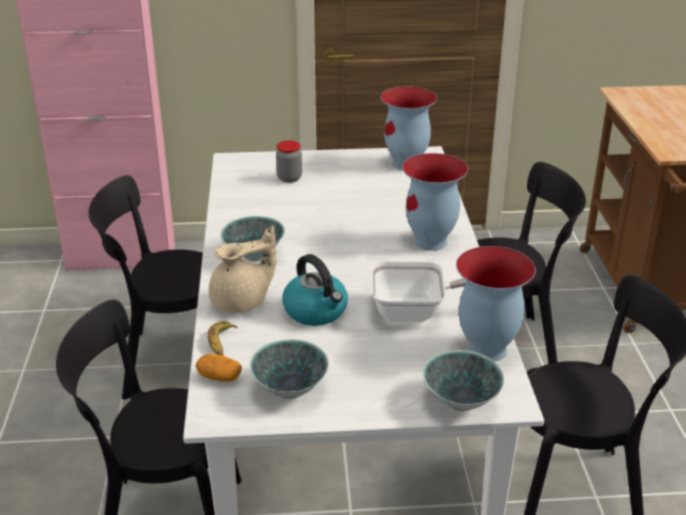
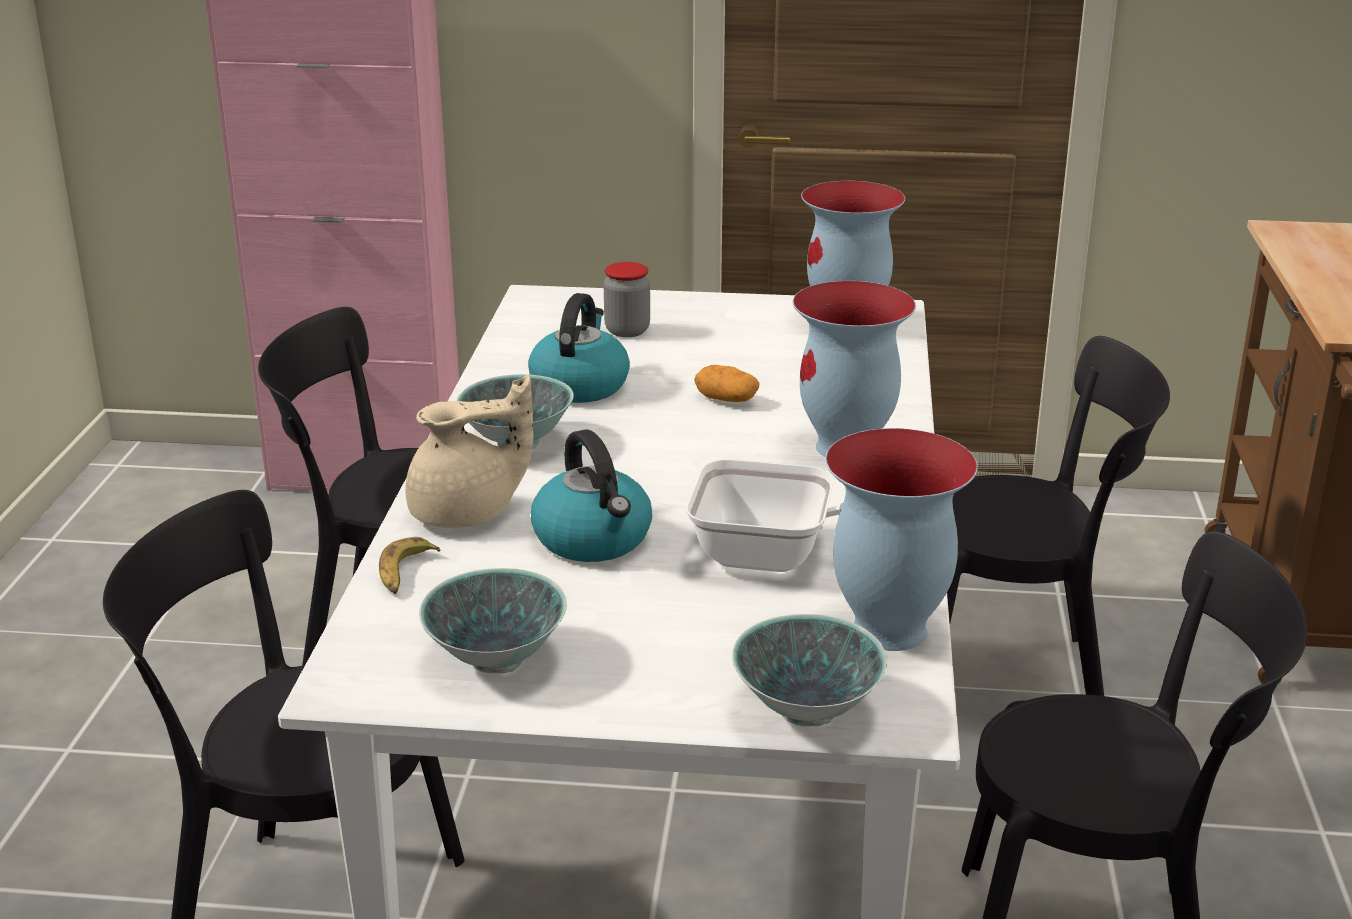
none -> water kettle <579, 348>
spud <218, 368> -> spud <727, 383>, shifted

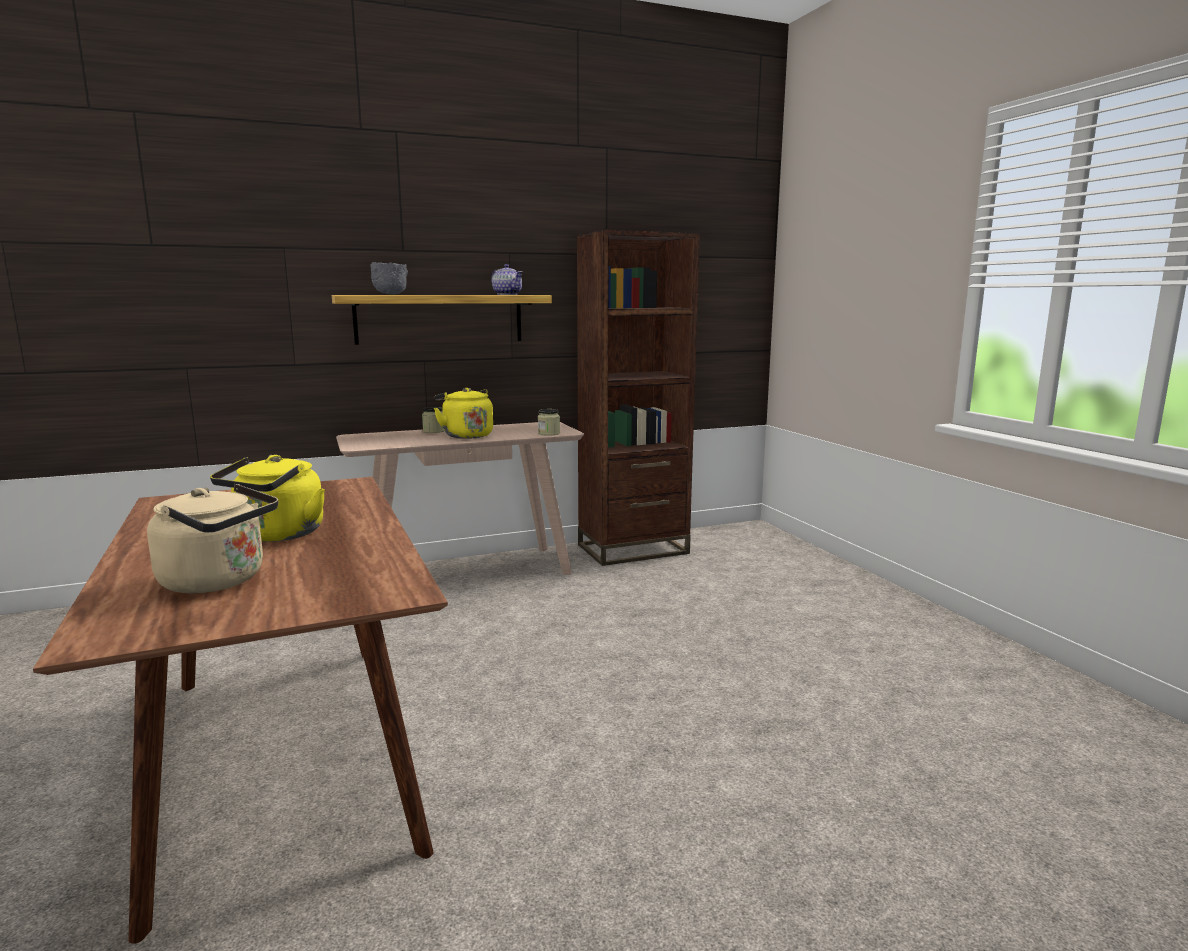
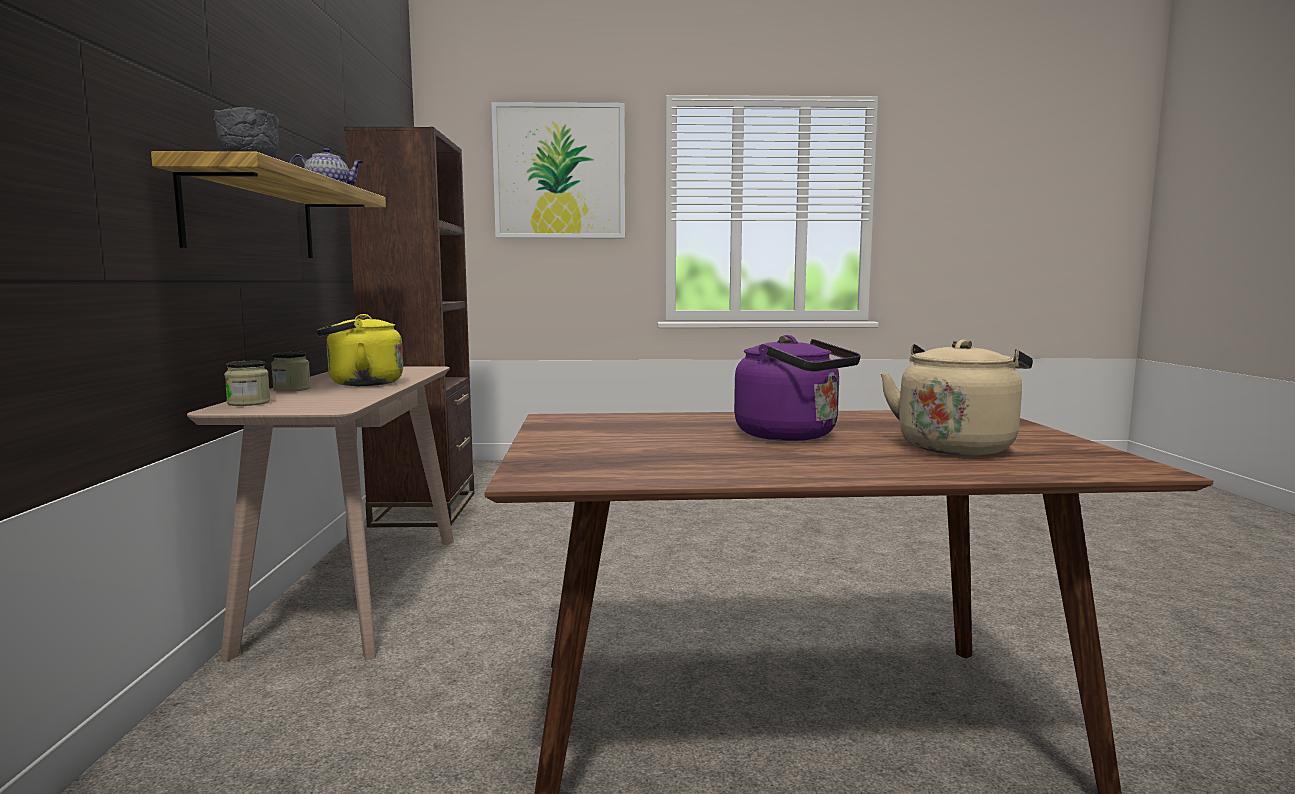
none -> wall art <558, 170>
preserve jar <549, 422> -> preserve jar <247, 383>, shifted
yellowish water kettle <267, 498> -> purple-coloured water kettle <797, 388>

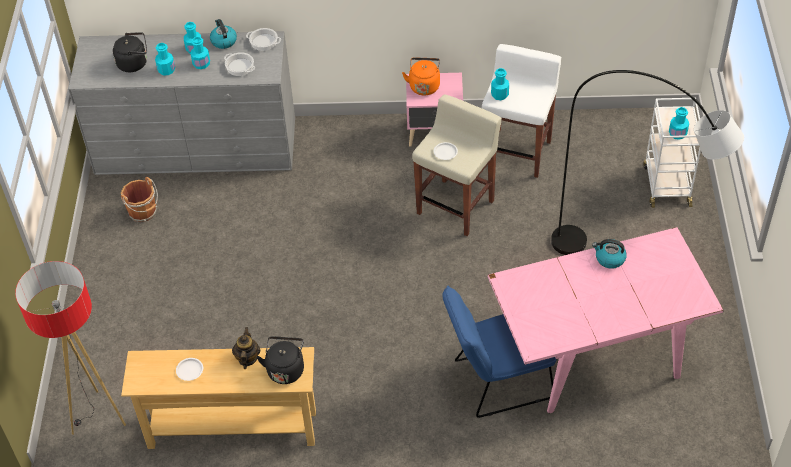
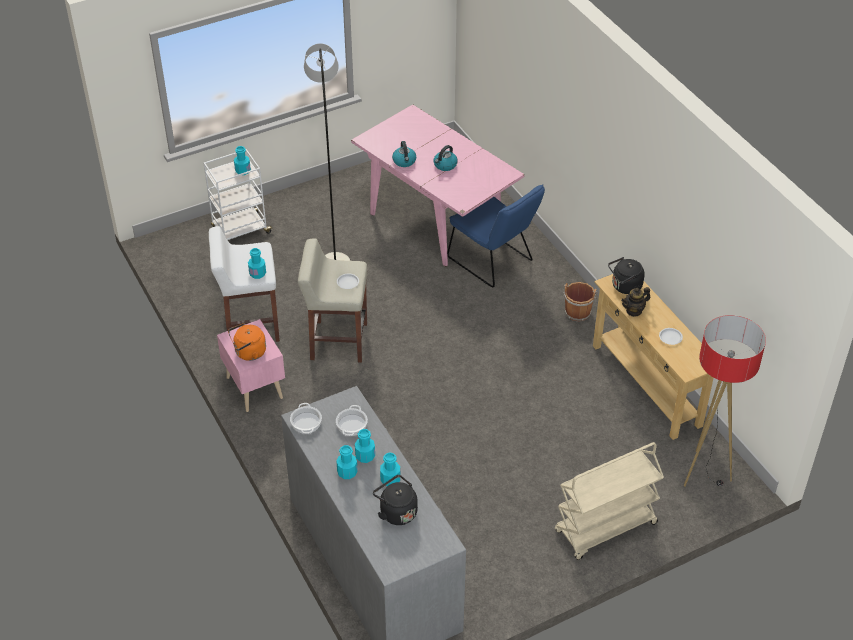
none -> beige-coloured wheeled cart <609, 501>
brown bucket <139, 199> -> brown bucket <580, 302>, shifted
water kettle <223, 34> -> water kettle <446, 158>, shifted

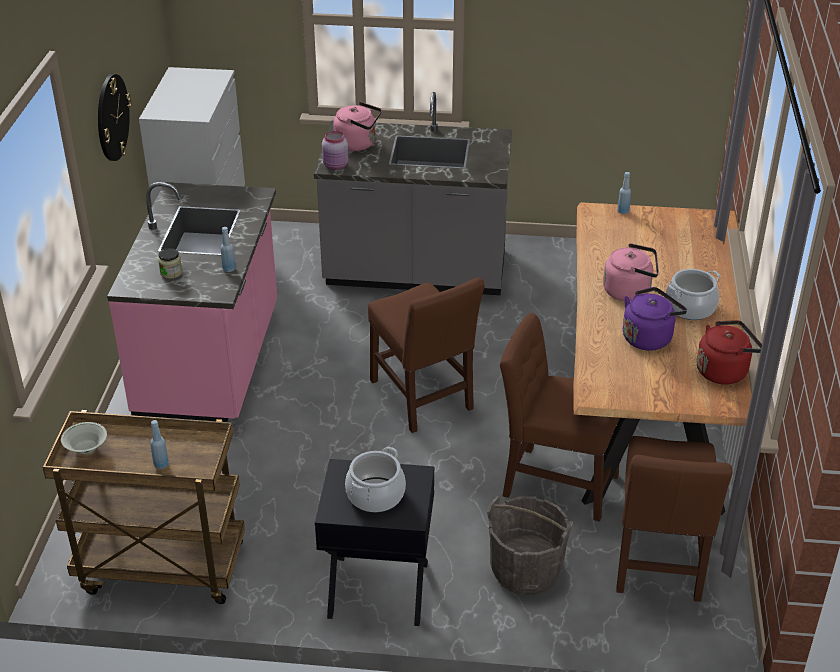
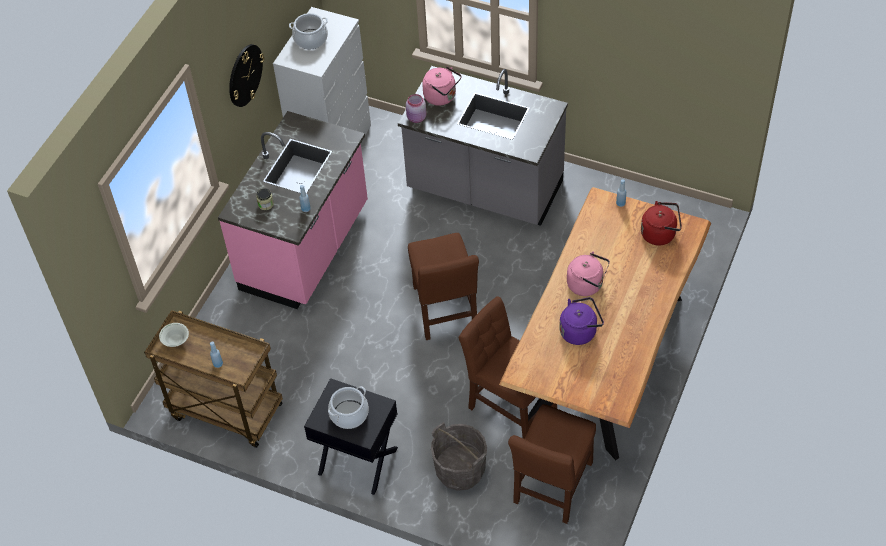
cooking pot <693, 294> -> cooking pot <308, 31>, shifted
reddish water kettle <729, 352> -> reddish water kettle <661, 223>, shifted

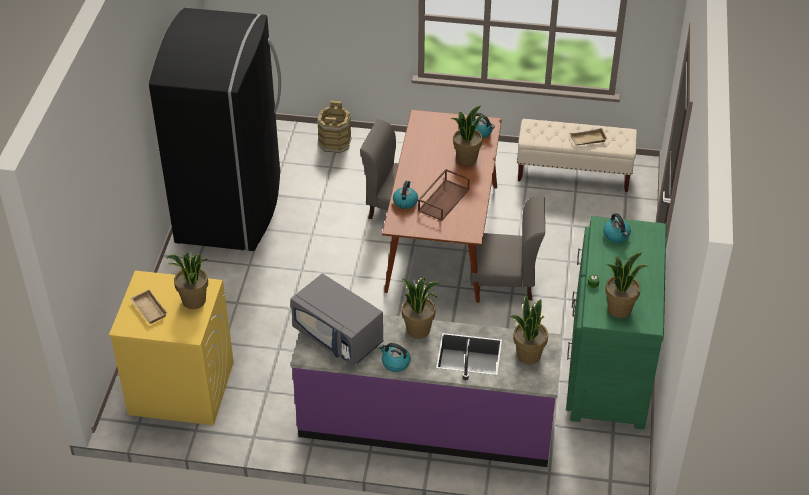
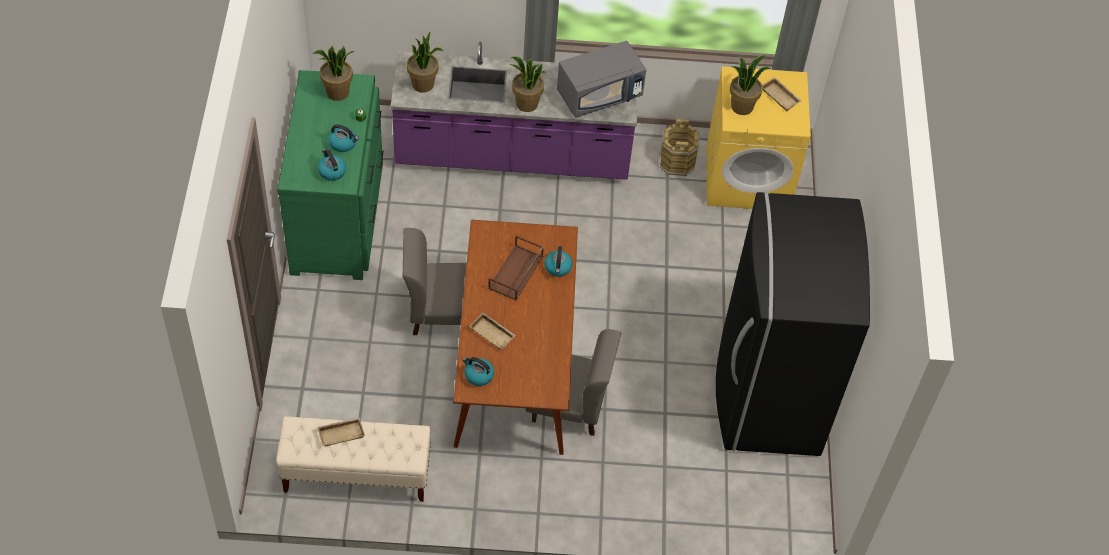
brown bucket <334, 127> -> brown bucket <679, 147>, shifted
water kettle <395, 357> -> water kettle <343, 138>, shifted
potted plant <469, 135> -> beige-coloured carrying tray <493, 331>
gray microwave oven <337, 319> -> gray microwave oven <601, 79>, 120 degrees clockwise

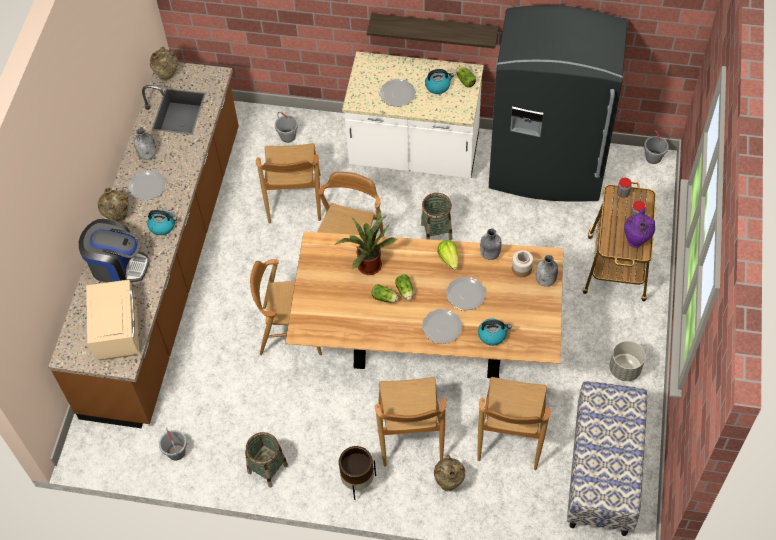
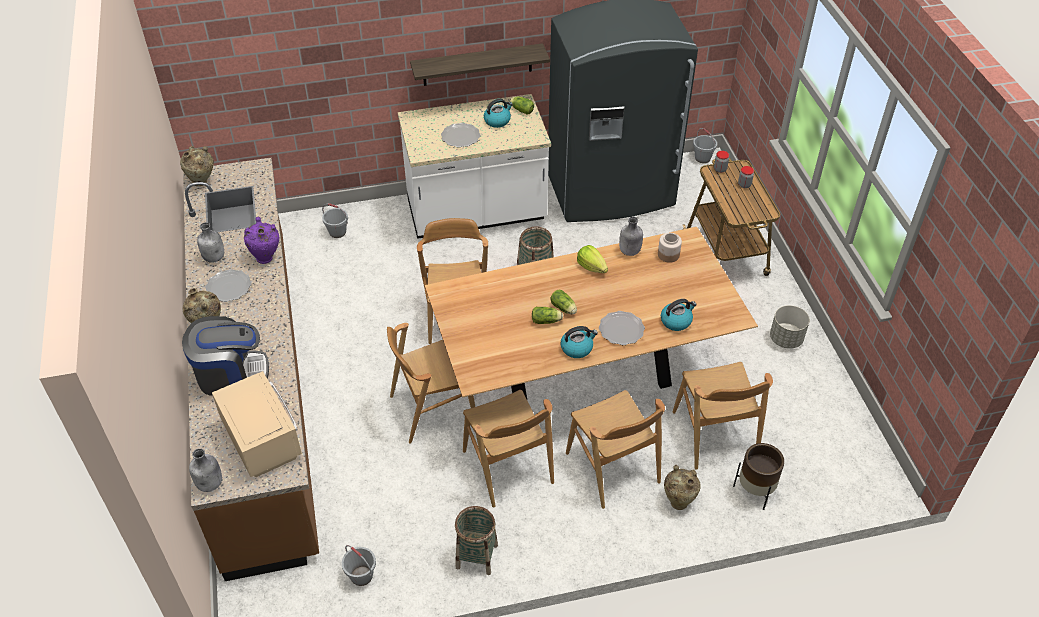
potted plant <366, 242> -> none
plate <466, 294> -> none
bench <607, 458> -> none
water kettle <162, 222> -> water kettle <579, 342>, shifted
brown chair <288, 183> -> brown chair <508, 448>, shifted
brown plant pot <357, 473> -> brown plant pot <758, 476>, shifted
gray drink bottle <547, 271> -> gray drink bottle <205, 470>, shifted
purple-coloured vase <639, 228> -> purple-coloured vase <262, 240>, shifted

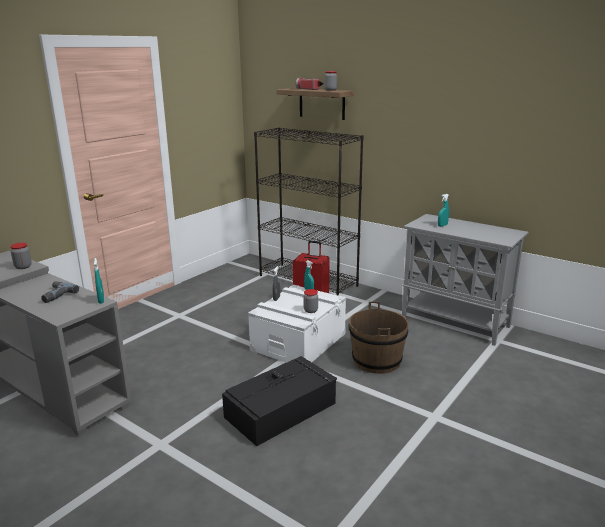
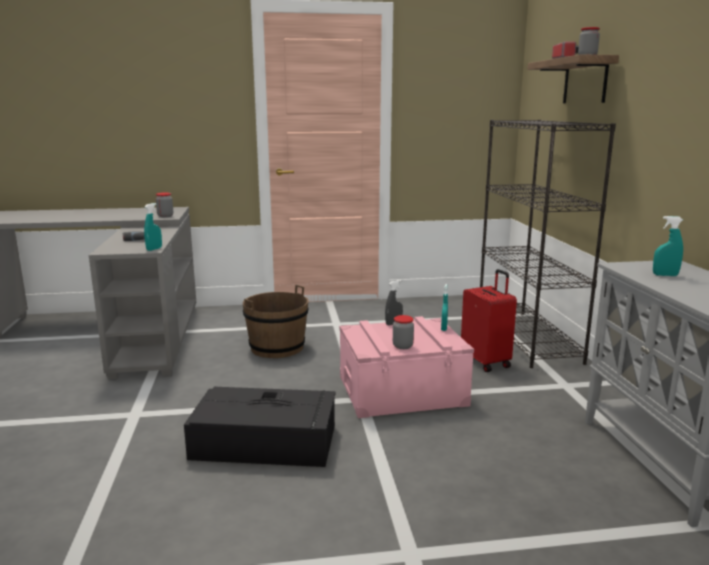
brown bucket <379, 337> -> brown bucket <275, 321>, shifted
whitish storage box <297, 323> -> pink-coloured storage box <406, 367>

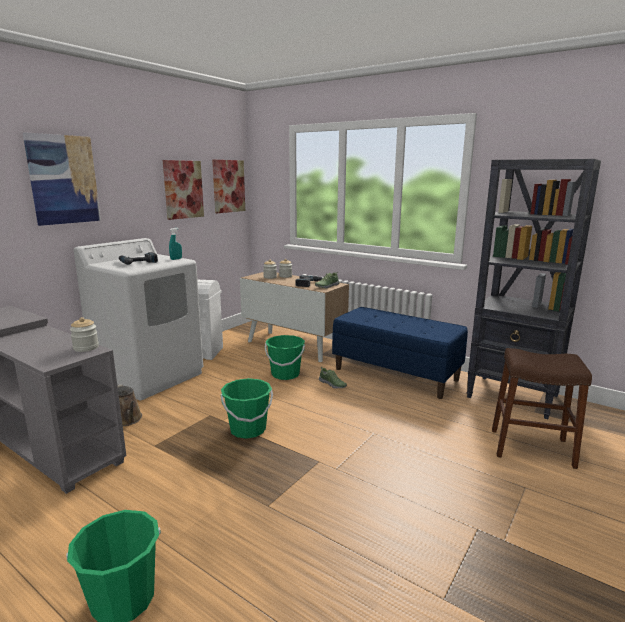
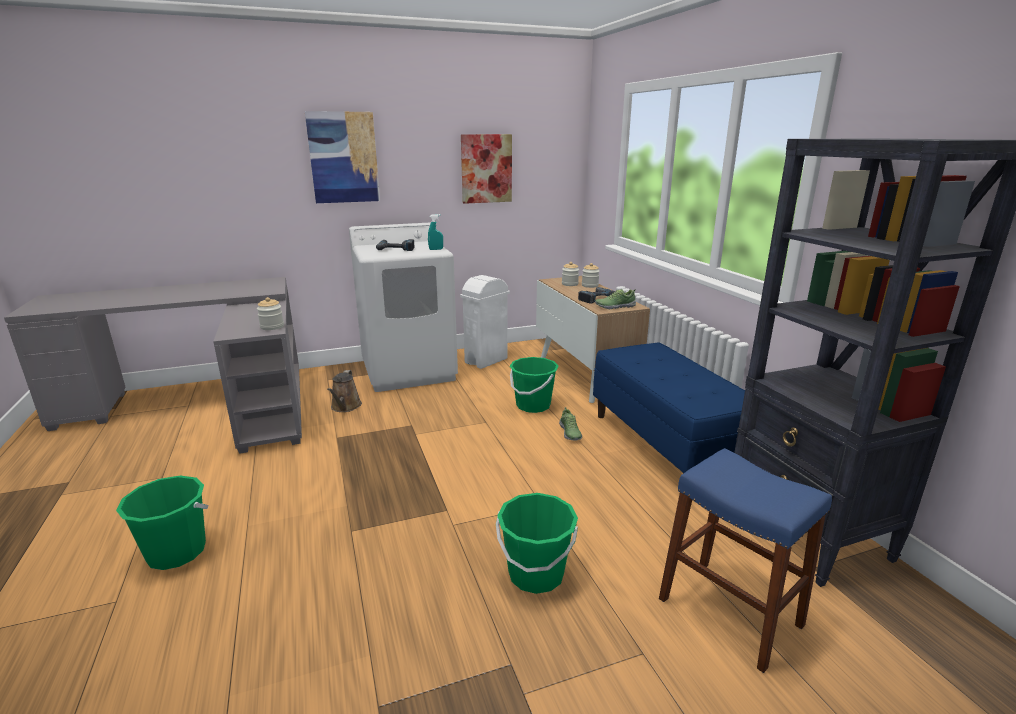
wall art <228, 186> -> none
greenish bucket <247, 408> -> greenish bucket <537, 543>, shifted
brown sitting stool <542, 408> -> bluish sitting stool <745, 560>

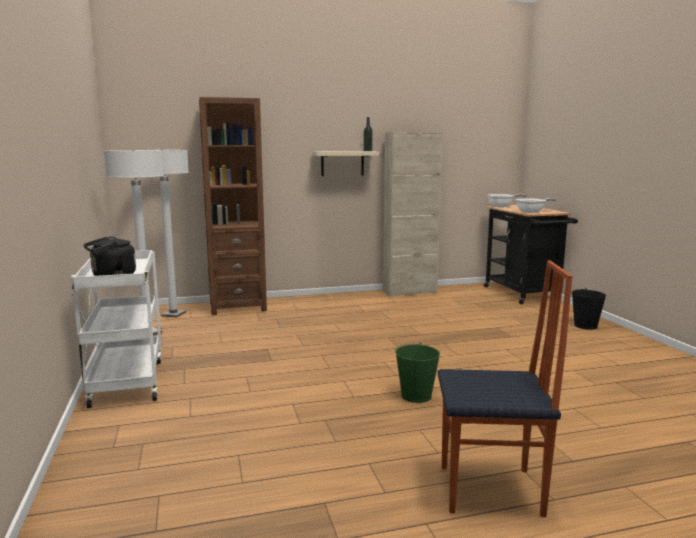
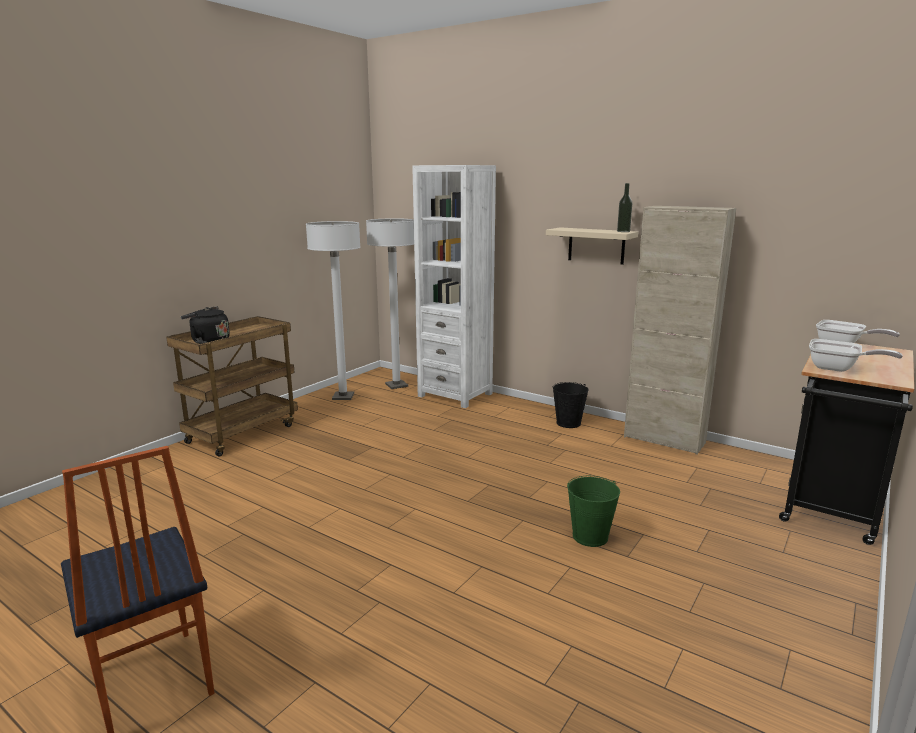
greenish bucket <417, 373> -> greenish bucket <593, 511>, shifted
blackish bucket <589, 309> -> blackish bucket <571, 405>, shifted
whitish wheeled cart <116, 329> -> brown wheeled cart <232, 386>
brown shelving unit <233, 206> -> whitish shelving unit <454, 286>

